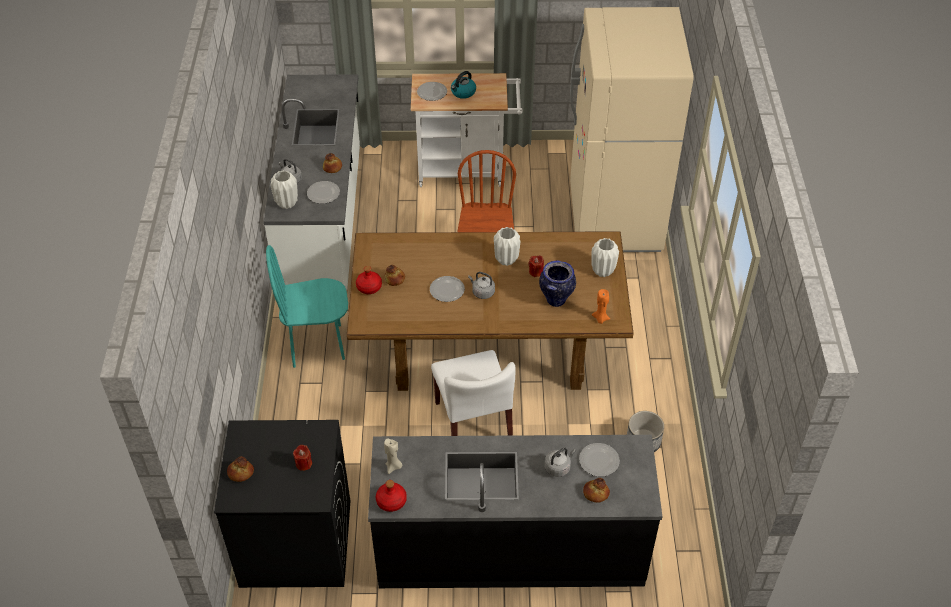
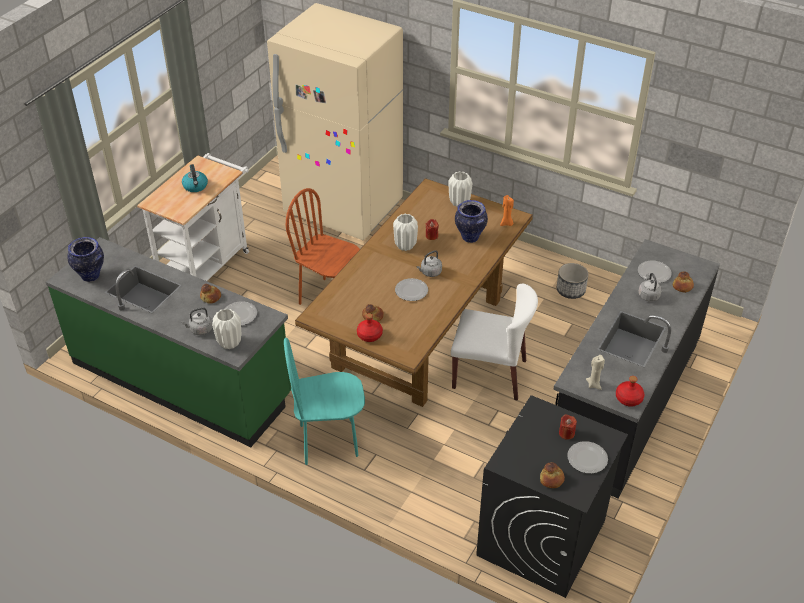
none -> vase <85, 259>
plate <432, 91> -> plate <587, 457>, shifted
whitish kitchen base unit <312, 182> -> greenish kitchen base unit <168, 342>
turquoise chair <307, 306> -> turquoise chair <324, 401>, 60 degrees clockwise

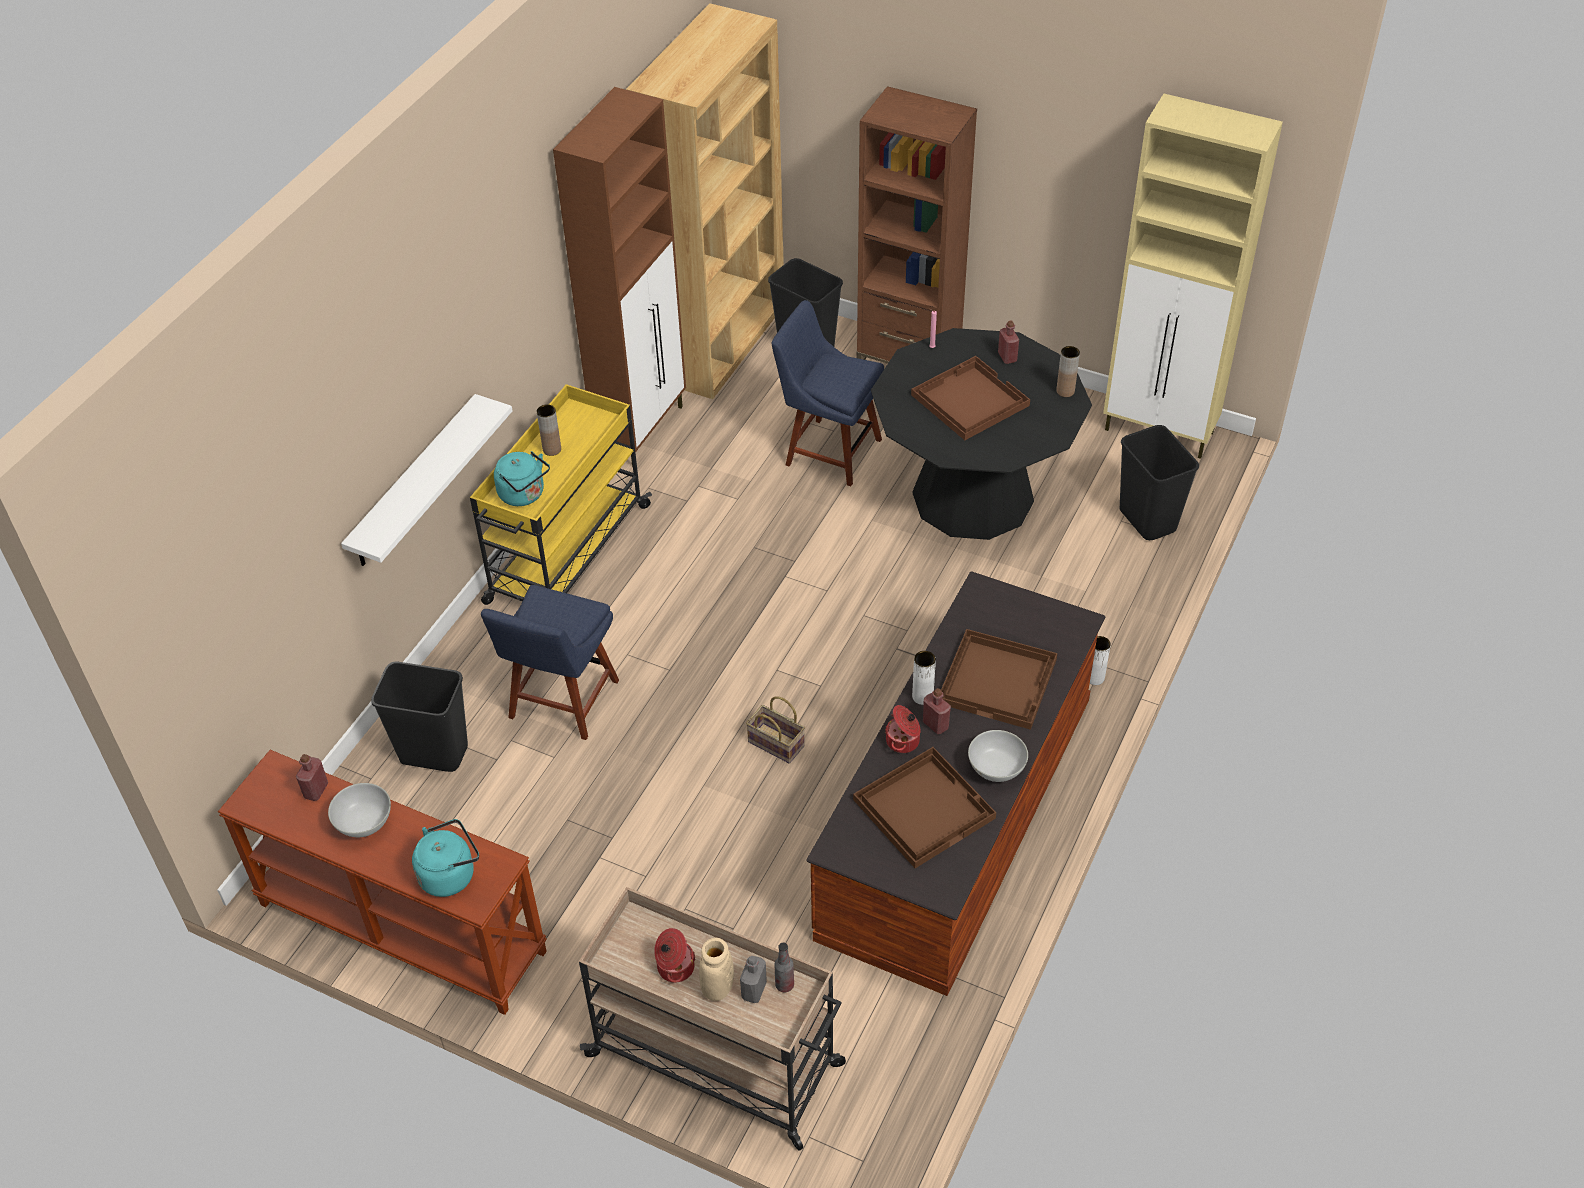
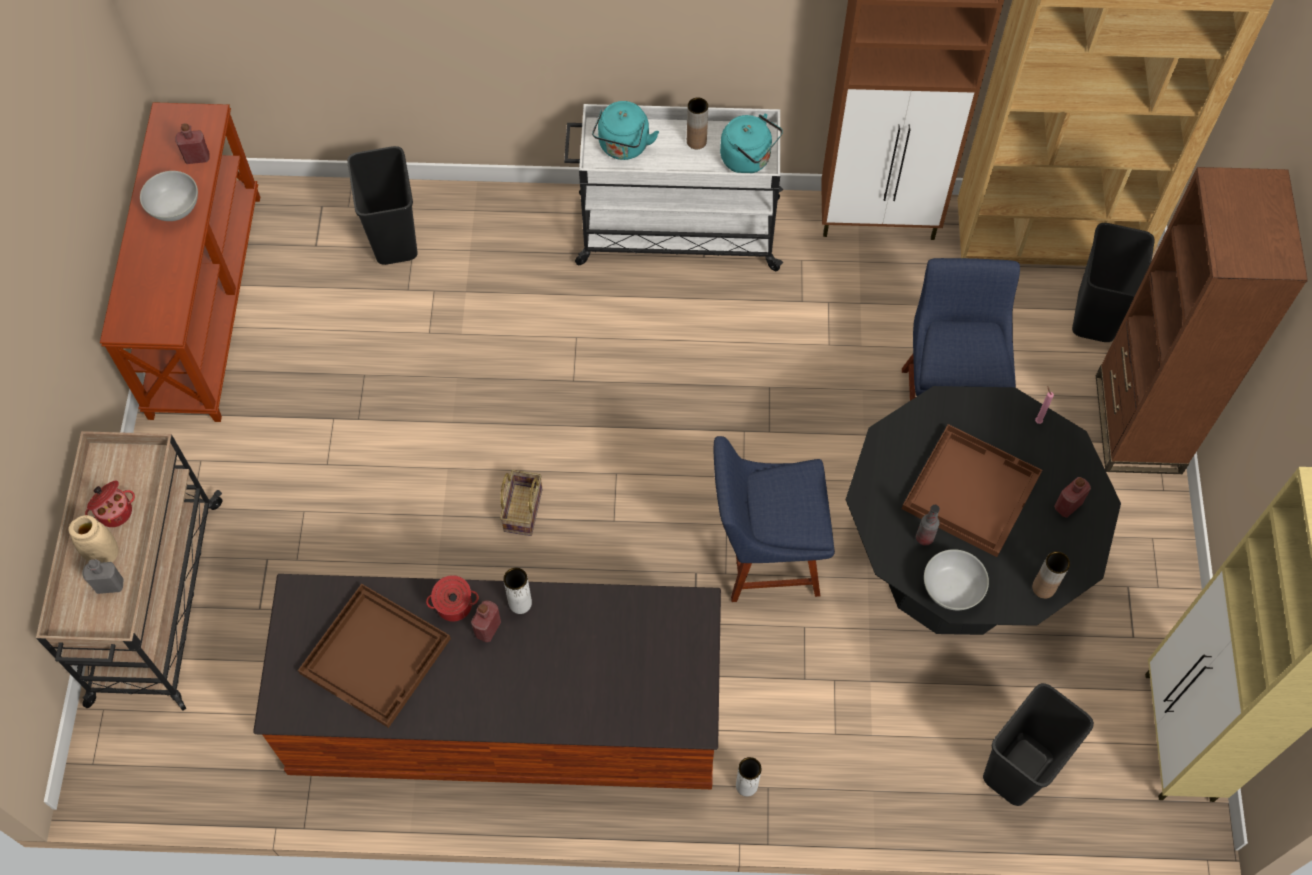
whitish bracket shelf <427, 480> -> none
brown carrying tray <999, 679> -> none
turquoise water kettle <445, 858> -> turquoise water kettle <751, 143>, shifted
bluish chair <550, 662> -> bluish chair <774, 519>, shifted
drink bottle <784, 967> -> drink bottle <928, 525>, shifted
whitish deep dish <998, 756> -> whitish deep dish <956, 579>, shifted
yellowish wheeled cart <561, 494> -> whitish wheeled cart <673, 187>

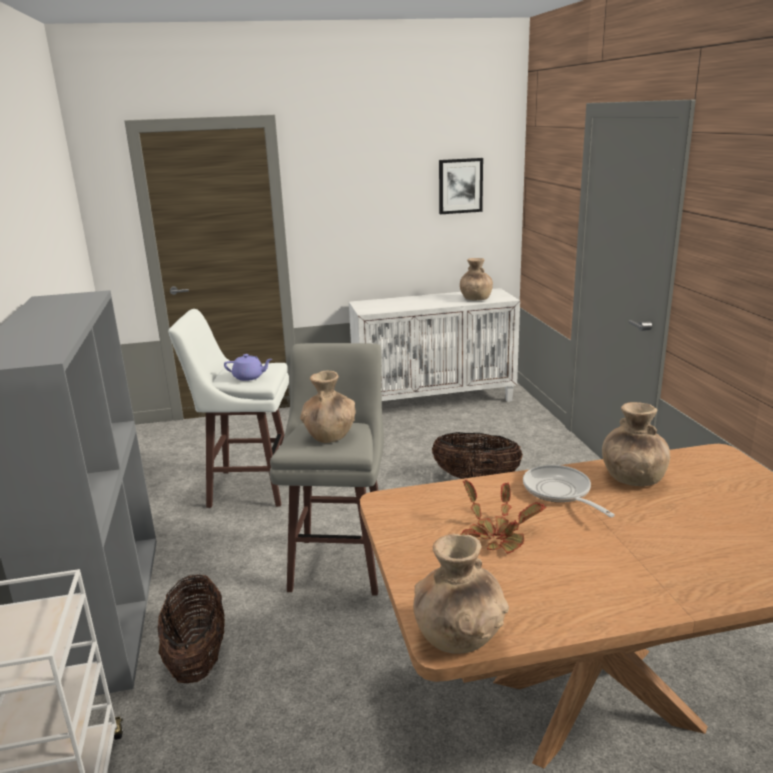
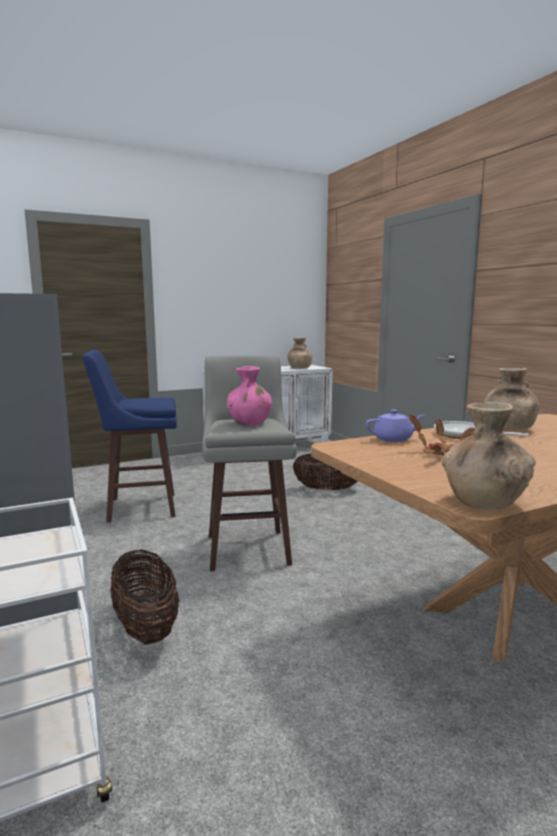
wall art <461, 186> -> none
purple-coloured tea pot <248, 367> -> purple-coloured tea pot <395, 425>, shifted
whitish sitting stool <228, 408> -> bluish sitting stool <129, 436>
brown vase <328, 407> -> pink-coloured vase <249, 396>

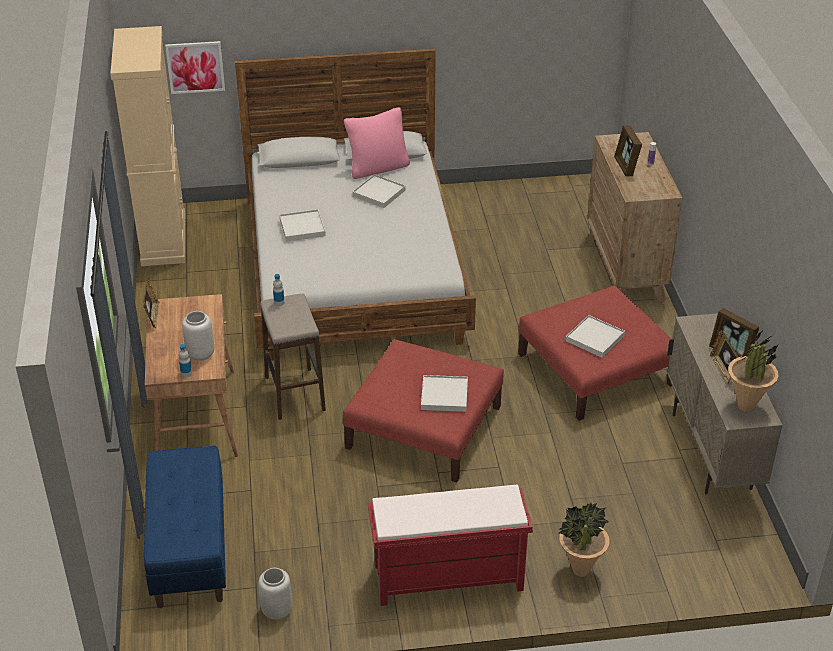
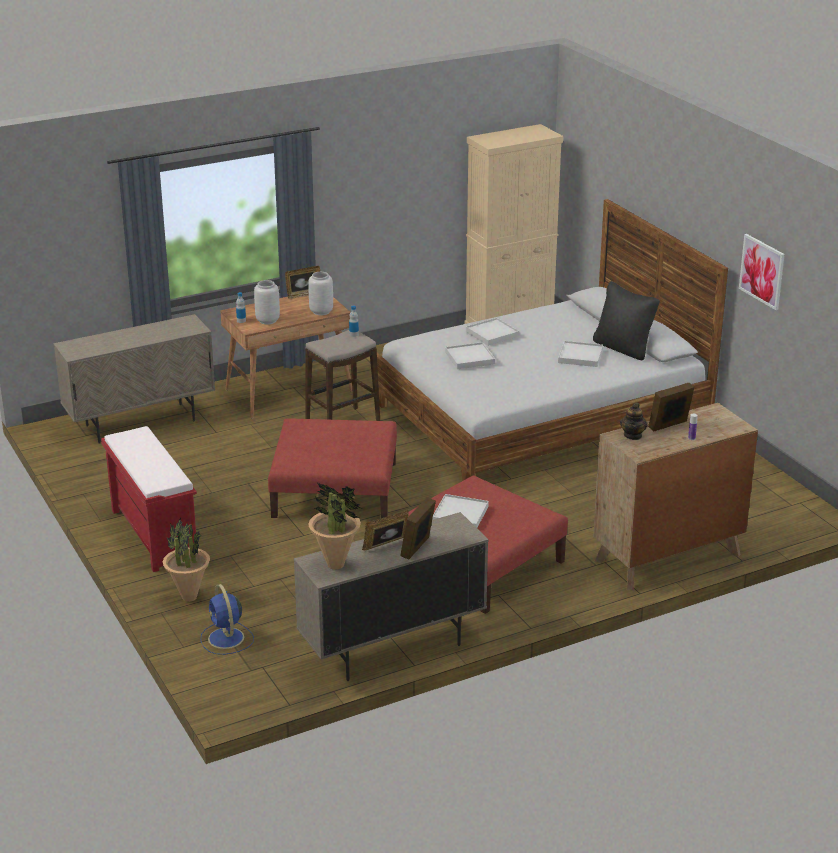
none -> bluish cooling fan <227, 619>
none -> tea pot <633, 421>
wall art <195, 67> -> wall art <762, 272>, shifted
gray vase <275, 593> -> gray vase <320, 293>, shifted
whitish carrying tray <444, 393> -> whitish carrying tray <470, 355>, shifted
bluish bench <185, 527> -> beige-coloured storage cabinet <134, 379>
pink-coloured throw pillow <377, 143> -> blackish throw pillow <626, 320>

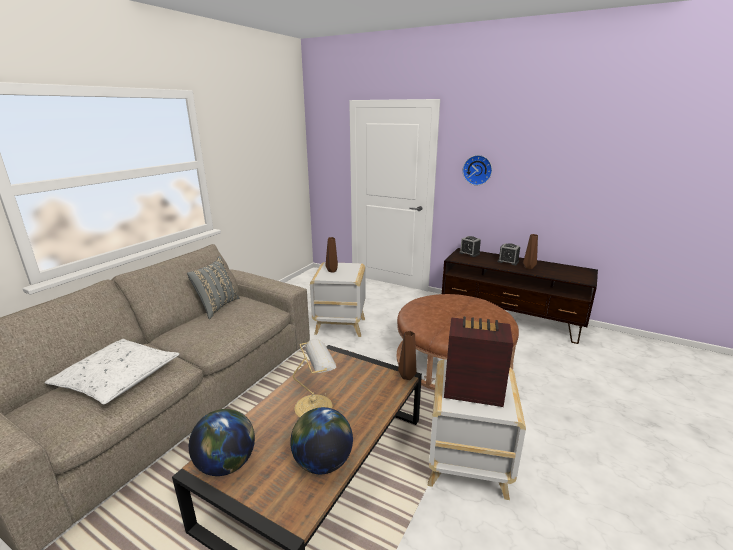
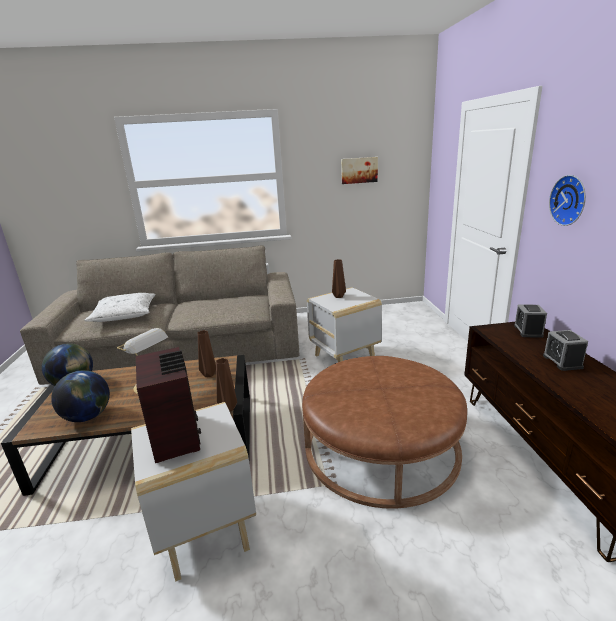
gray throw pillow <213, 287> -> none
none -> wall art <359, 170>
brown vase <530, 251> -> brown vase <207, 353>, shifted

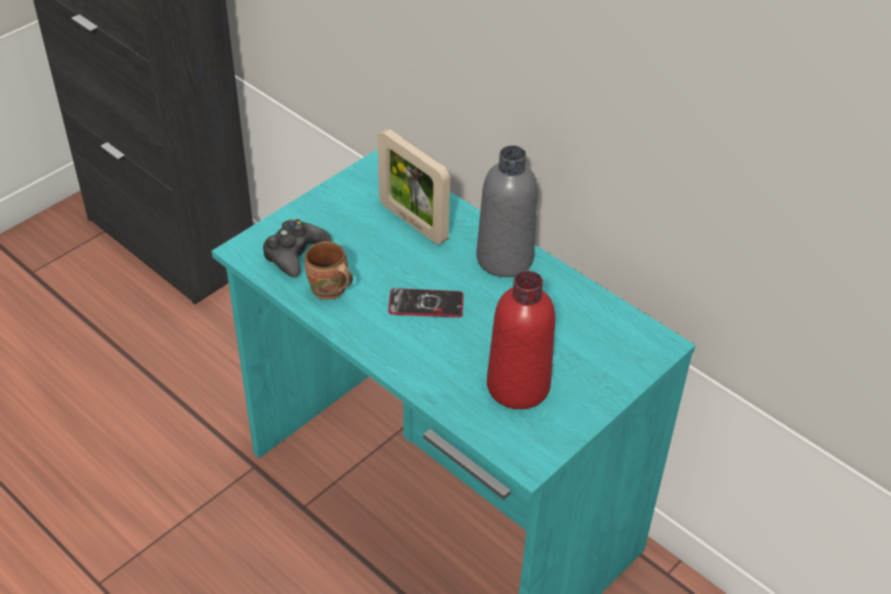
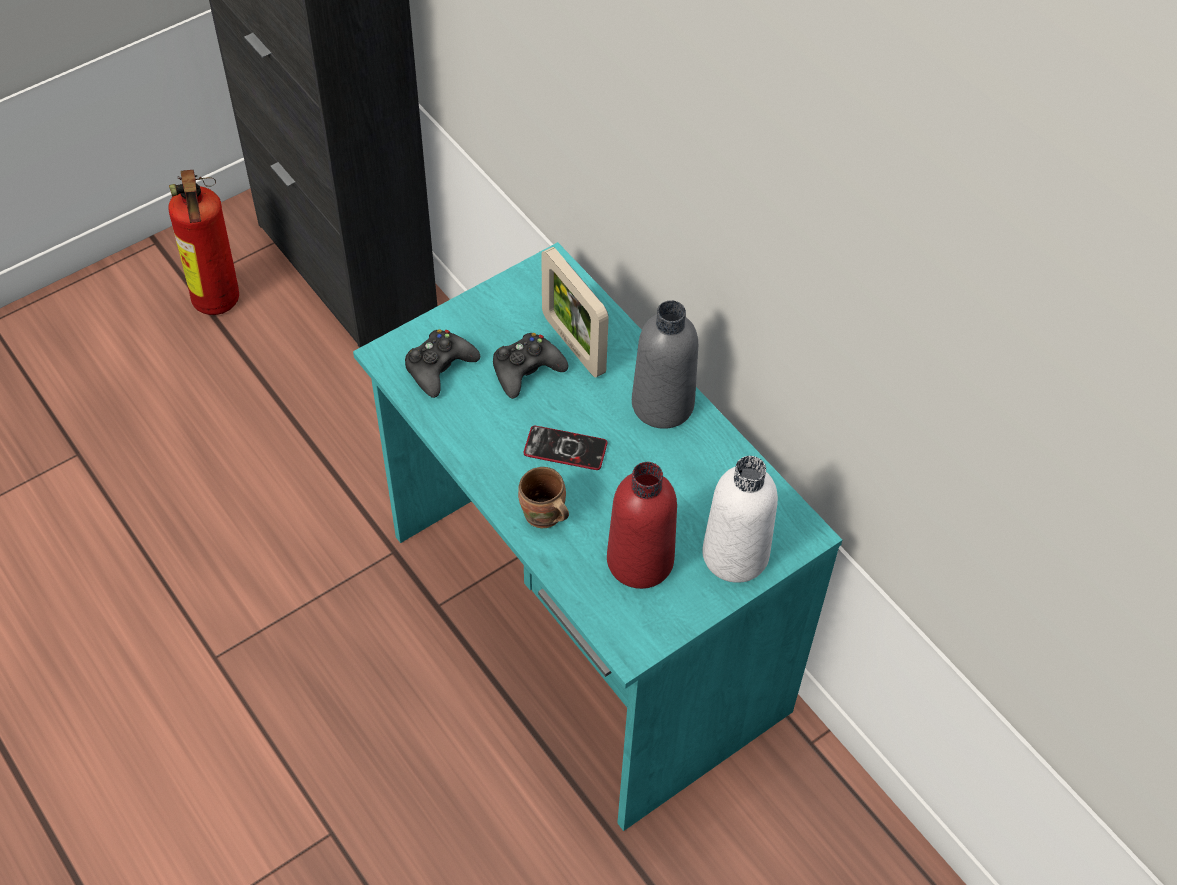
none -> fire-fighting cylinder <203, 242>
none -> blackish gamepad <530, 366>
none -> whitish drink bottle <740, 519>
brown mug <329, 270> -> brown mug <543, 497>, shifted

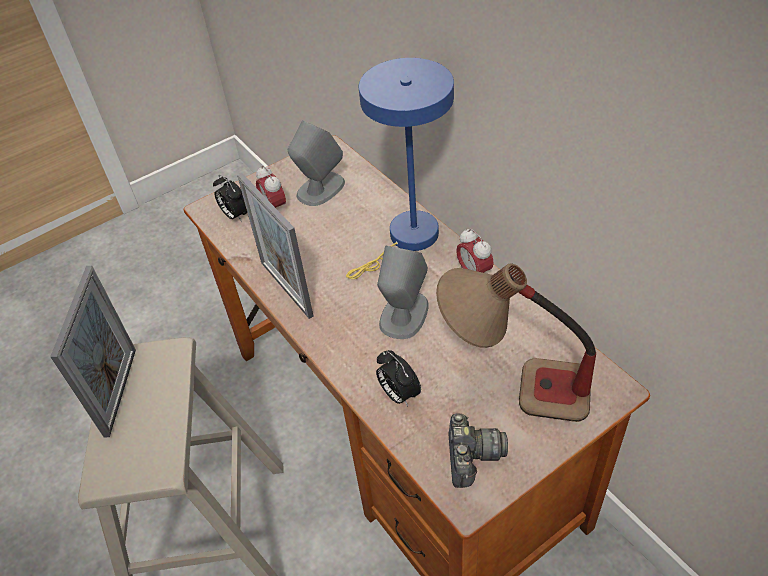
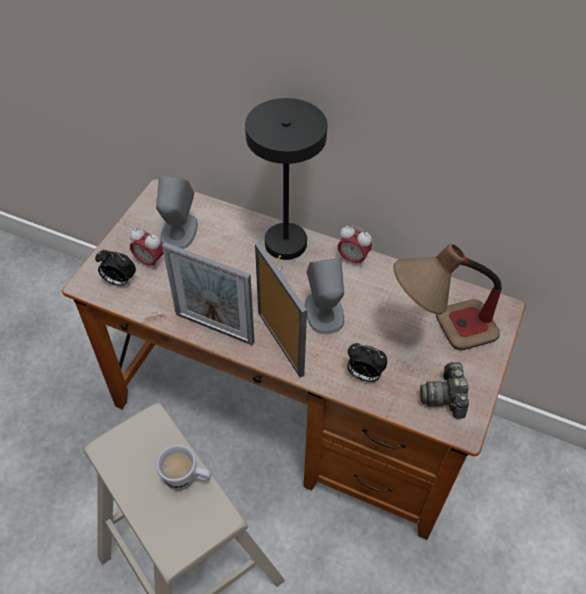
none -> whitish mug <183, 467>
standing frame <93, 351> -> standing frame <281, 310>, shifted
bluish table lamp <400, 168> -> blackish table lamp <286, 198>
still camera <478, 450> -> still camera <444, 390>, 150 degrees counterclockwise

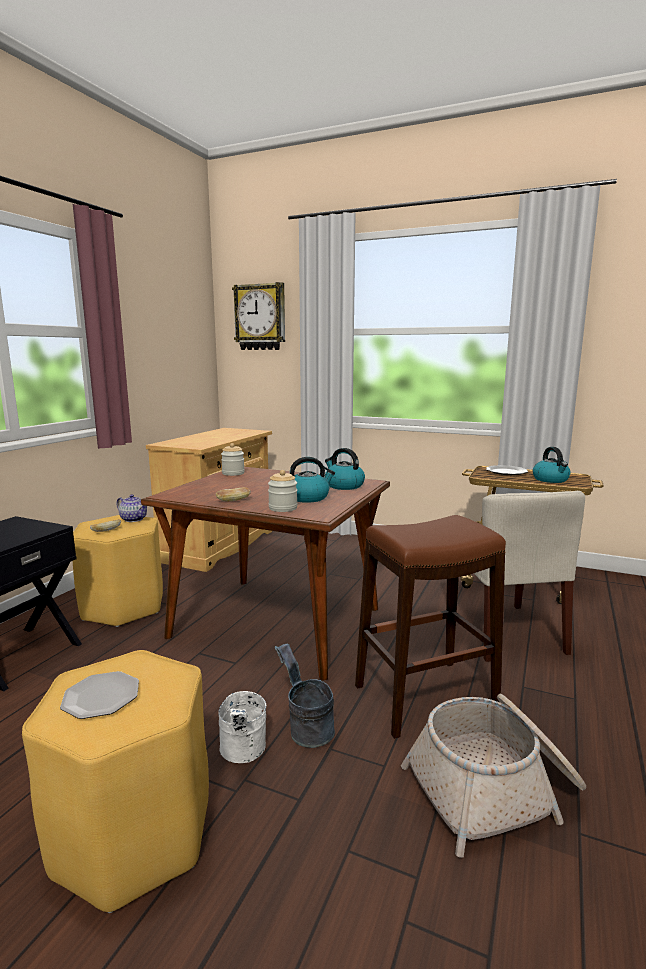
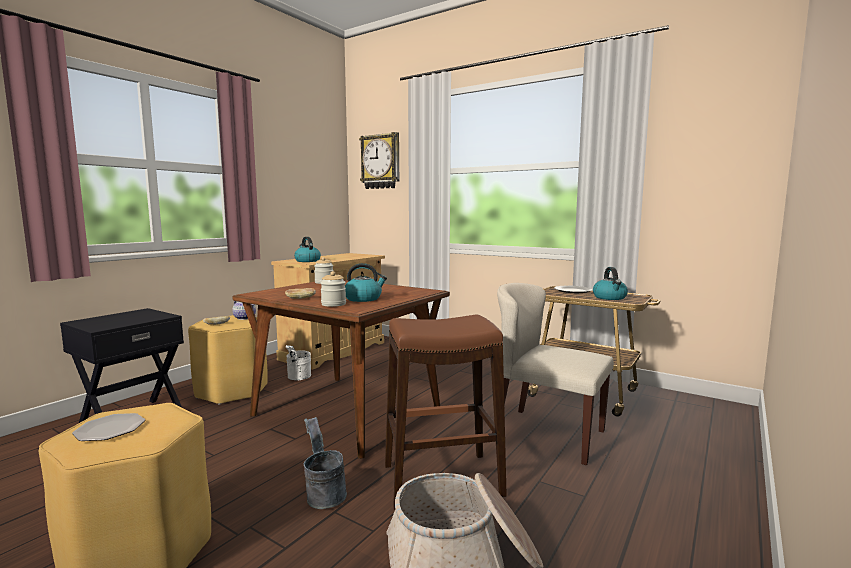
whitish bucket <242, 727> -> whitish bucket <298, 362>, shifted
water kettle <345, 469> -> water kettle <307, 249>, shifted
beige-coloured chair <529, 576> -> beige-coloured chair <553, 374>, 120 degrees clockwise

